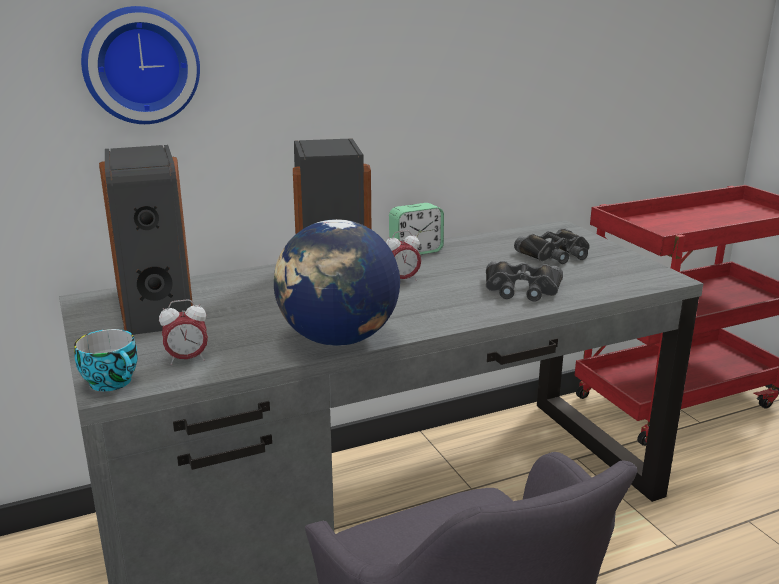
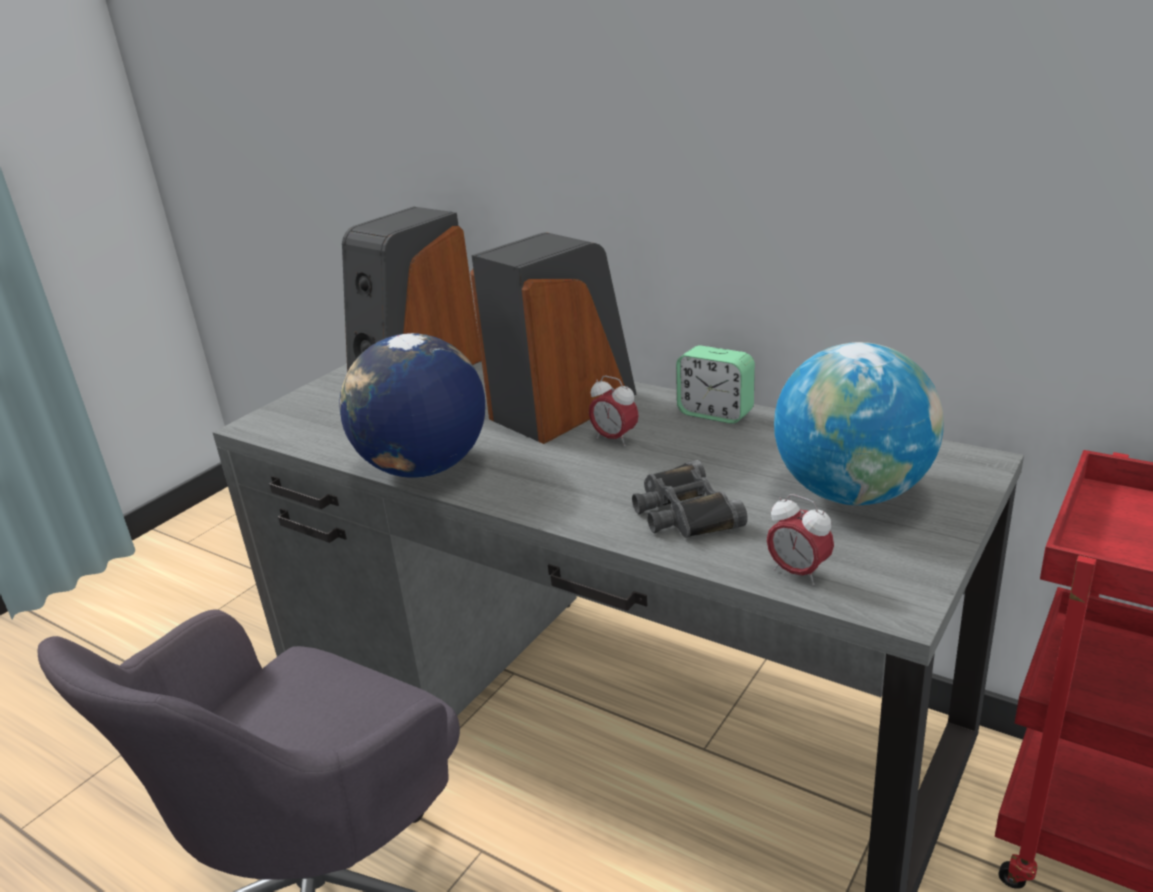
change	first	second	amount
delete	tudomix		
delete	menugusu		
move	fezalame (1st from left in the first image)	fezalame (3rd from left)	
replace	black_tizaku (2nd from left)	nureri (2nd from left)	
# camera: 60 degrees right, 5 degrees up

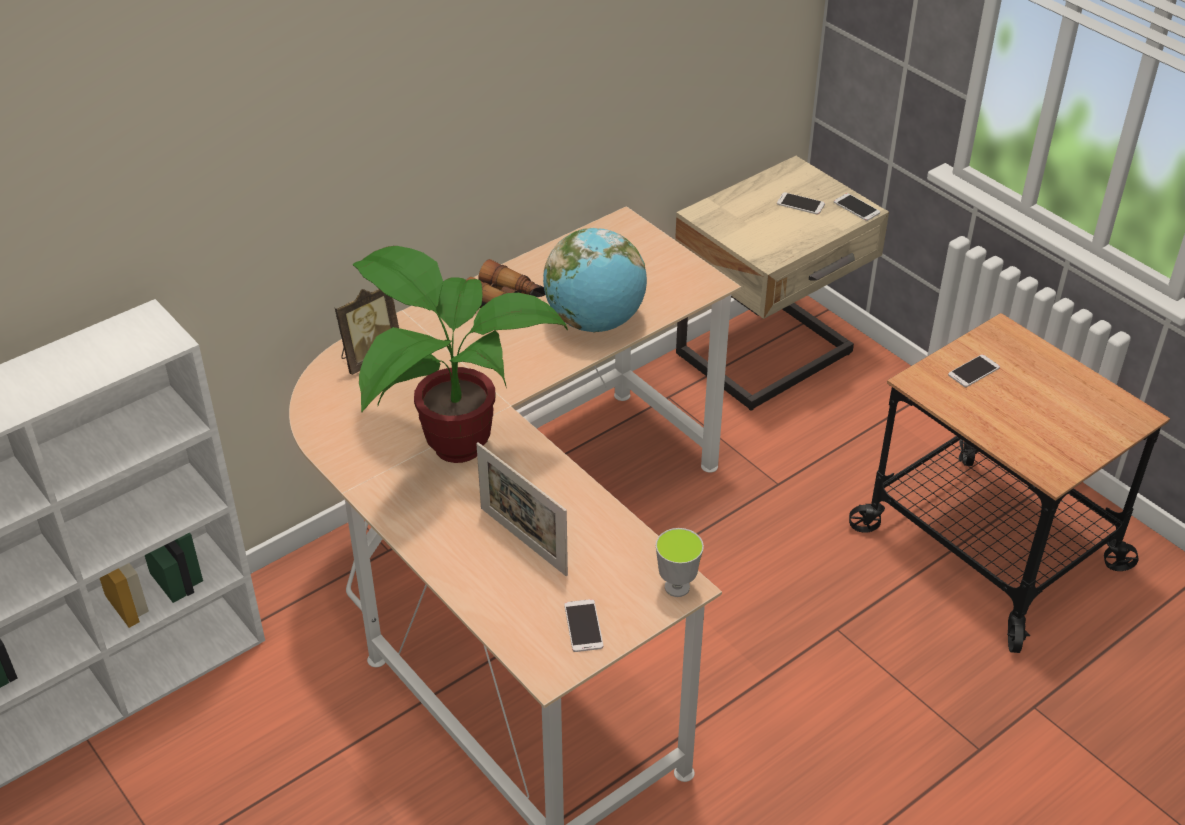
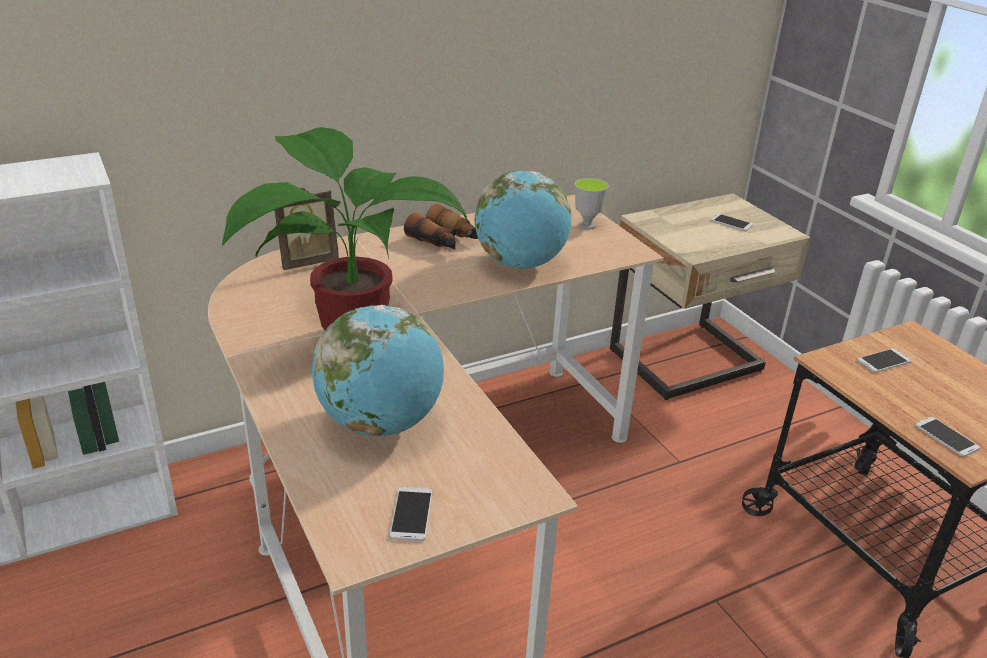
change	first	second	amount
move	tudomix		
move	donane (3rd from left in the first image)	donane (4th from left)	
replace	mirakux (2nd from left)	nureri (1st from left)	
# camera: 10 degrees right, 10 degrees down

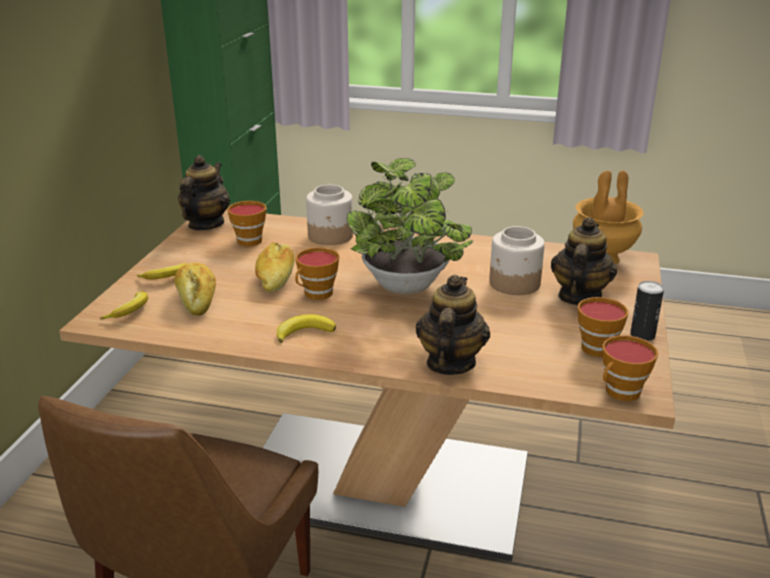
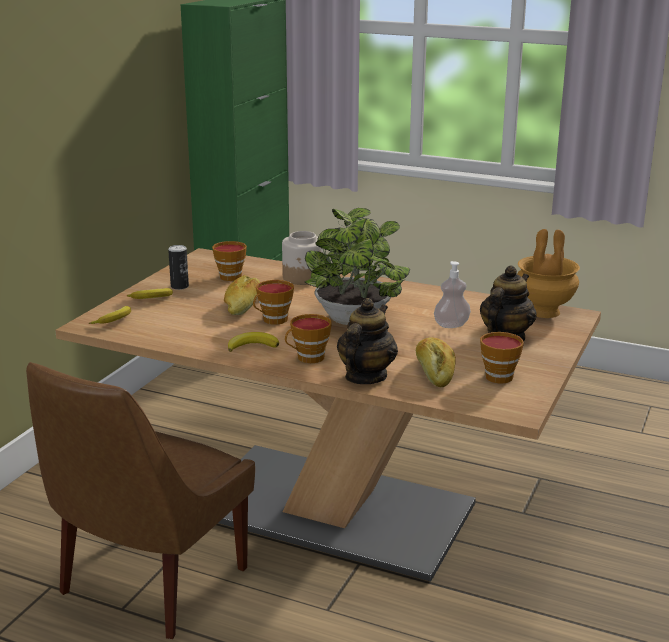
change	first	second	amount
delete	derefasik (1st from left)		
move	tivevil (1st from left in the first image)	tivevil (2nd from left)	
move	tudomix (4th from left in the first image)	tudomix (3rd from left)	
move	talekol		
replace	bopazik (2nd from left)	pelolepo	
# camera: 10 degrees right, 5 degrees down

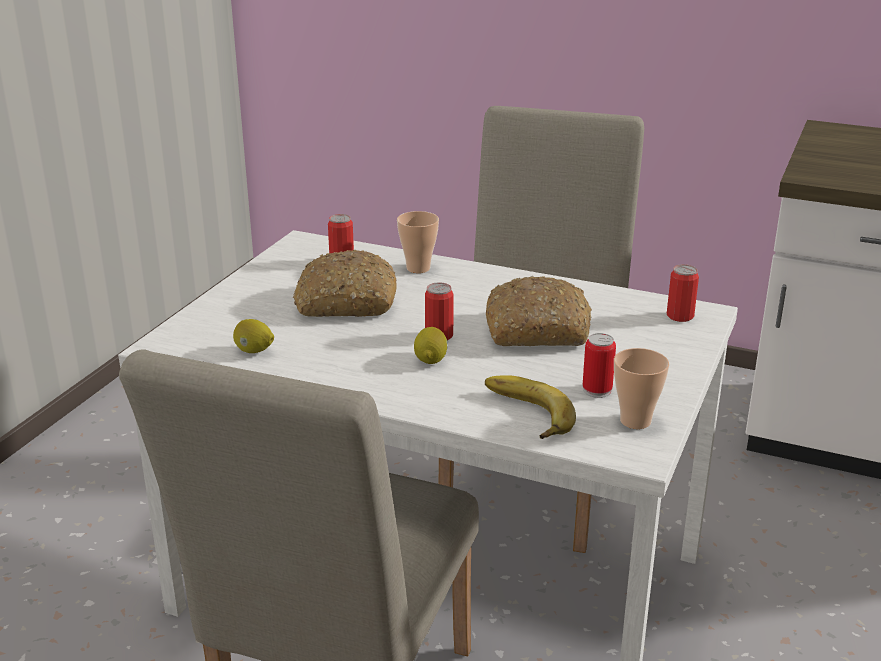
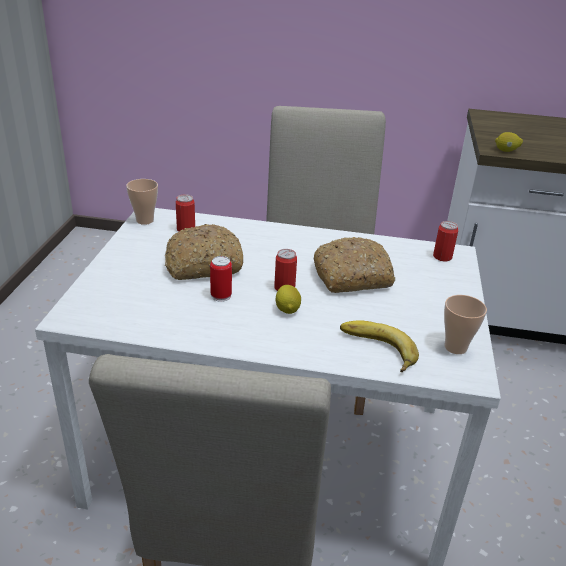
change	first	second	amount
move	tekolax (1st from left in the first image)	tekolax (2nd from left)	
move	tudomix (1st from left)		
move	talekol (3rd from left in the first image)	talekol (2nd from left)	
# camera: 15 degrees left, 5 degrees up

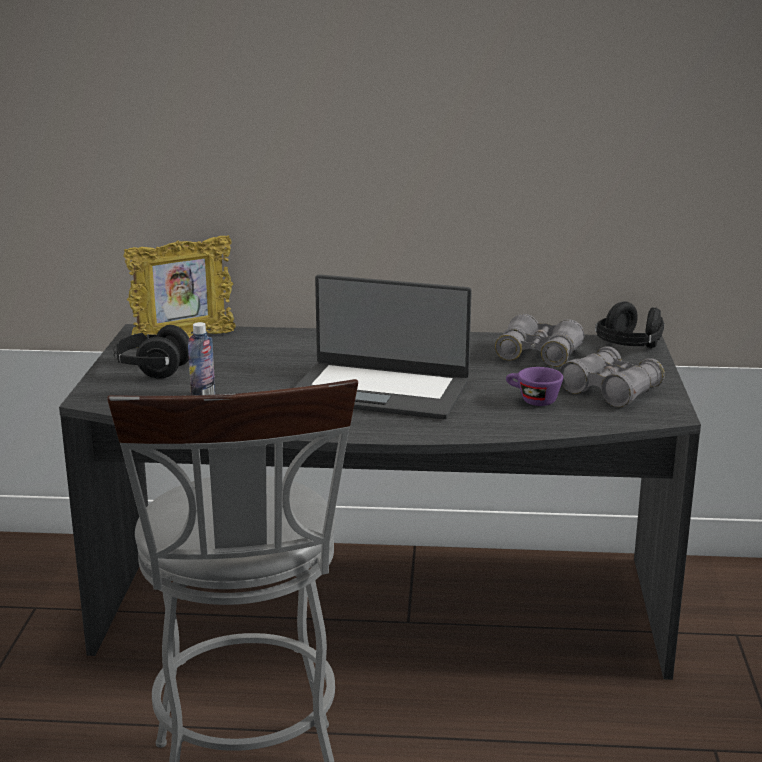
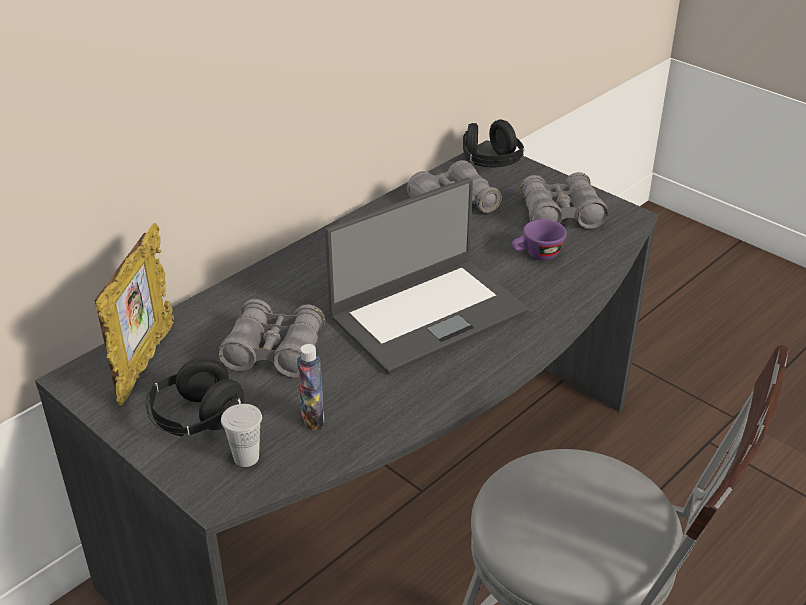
change	first	second	amount
insert		grey_tizaku (1st from left)	
insert		white_tudomix	
# camera: 50 degrees left, 15 degrees up

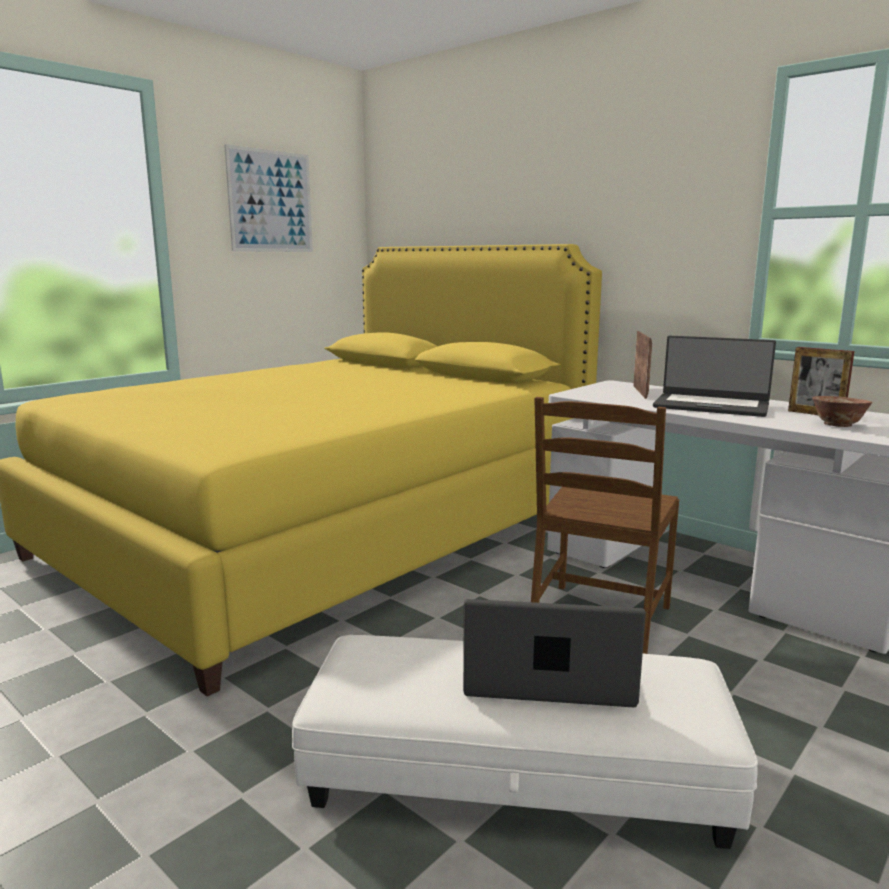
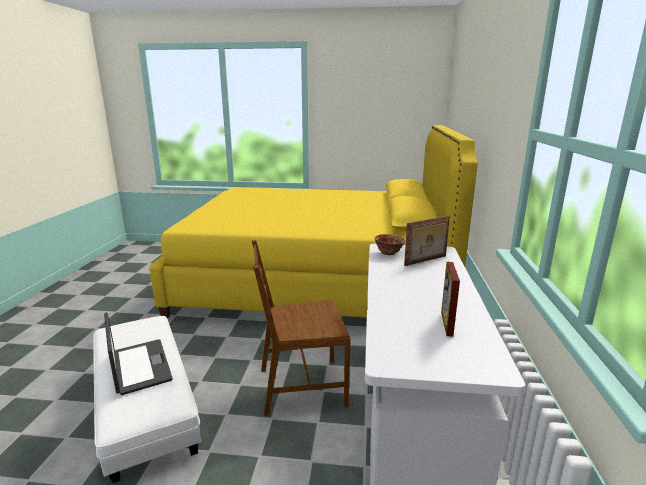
change	first	second	amount
delete	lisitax		
delete	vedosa (2nd from left)		
move	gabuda		
# camera: 55 degrees right, 5 degrees up

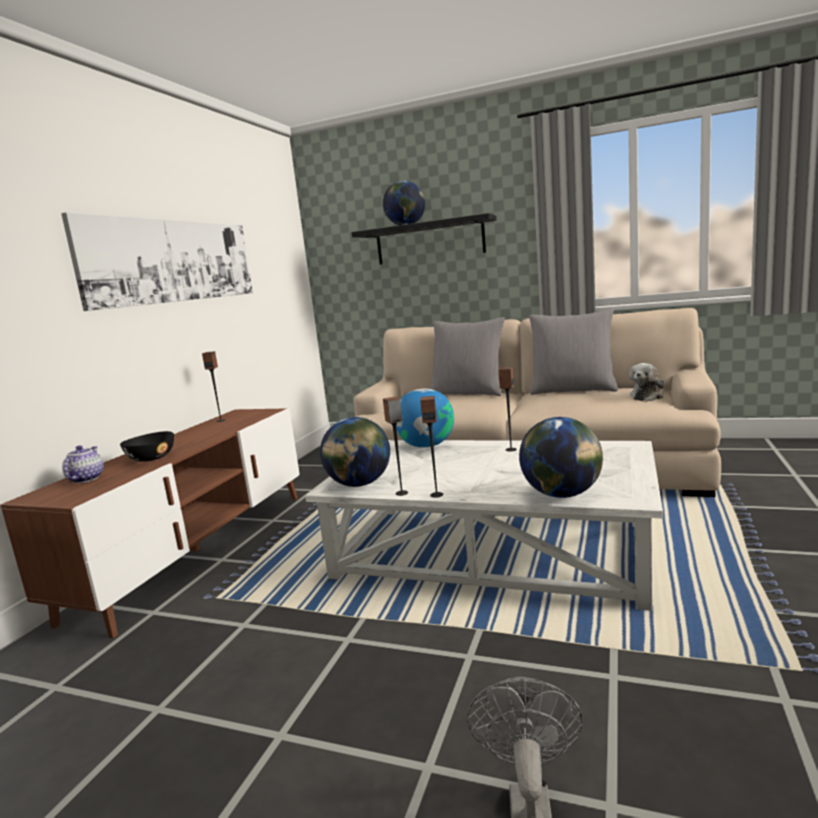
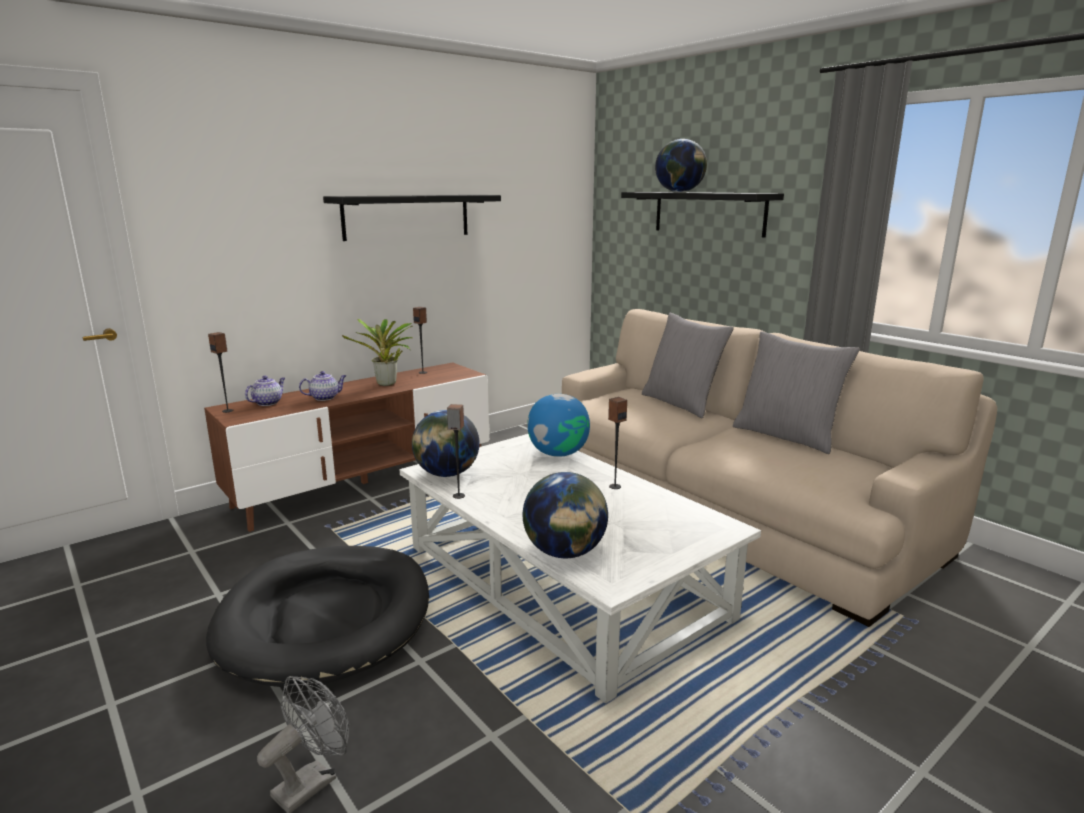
change	first	second	amount
delete	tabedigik		
insert		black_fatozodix	
insert		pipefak	
move	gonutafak (3rd from left in the first image)	gonutafak (1st from left)	
replace	lisitax	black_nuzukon (1st from left)	
replace	black_gabuda	derefasik (2nd from left)	
# camera: 30 degrees right, 5 degrees up

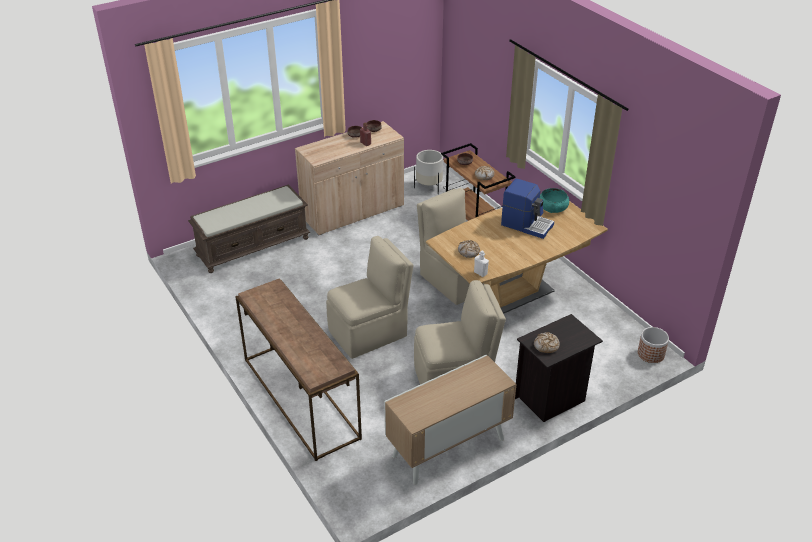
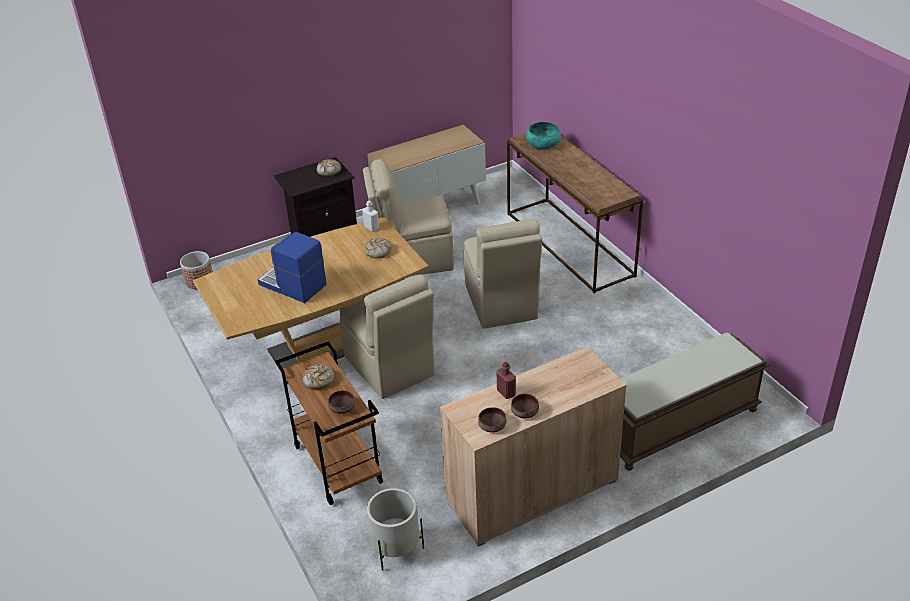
change	first	second	amount
move	turquoise_gabuda		
rotate	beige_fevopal (1st from left in the first image)	beige_fevopal (3rd from left)	75 degrees counterclockwise
# camera: 175 degrees left, 0 degrees up

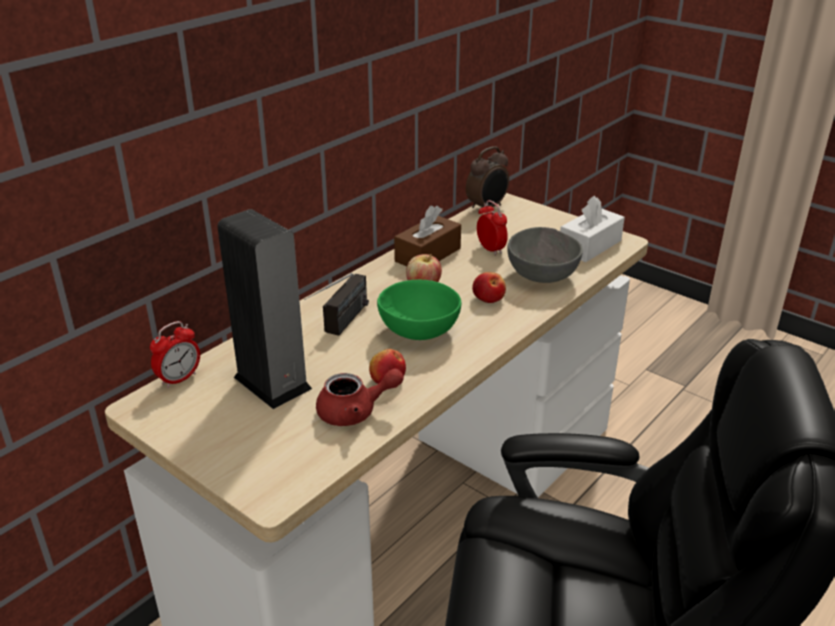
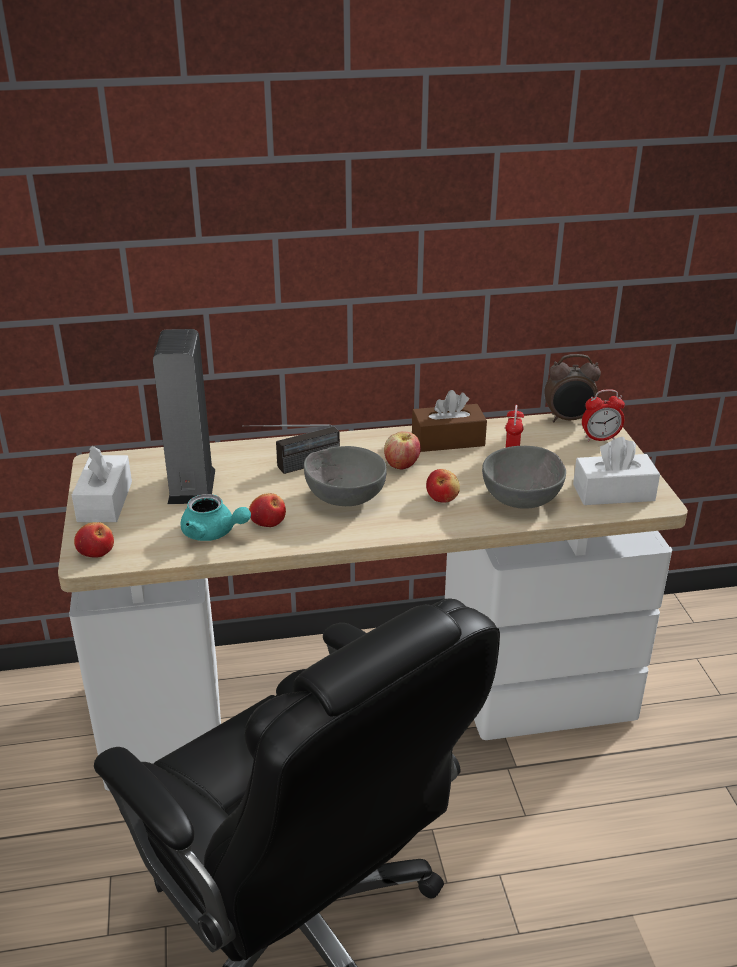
change	first	second	amount
insert		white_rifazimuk (1st from left)	
insert		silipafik (1st from left)	
move	fezalame (1st from left in the first image)	fezalame (3rd from left)	
recolor	red_derefasik	turquoise_derefasik	
recolor	green_gabuda	grey_gabuda (1st from left)	
# camera: 40 degrees right, 0 degrees up

